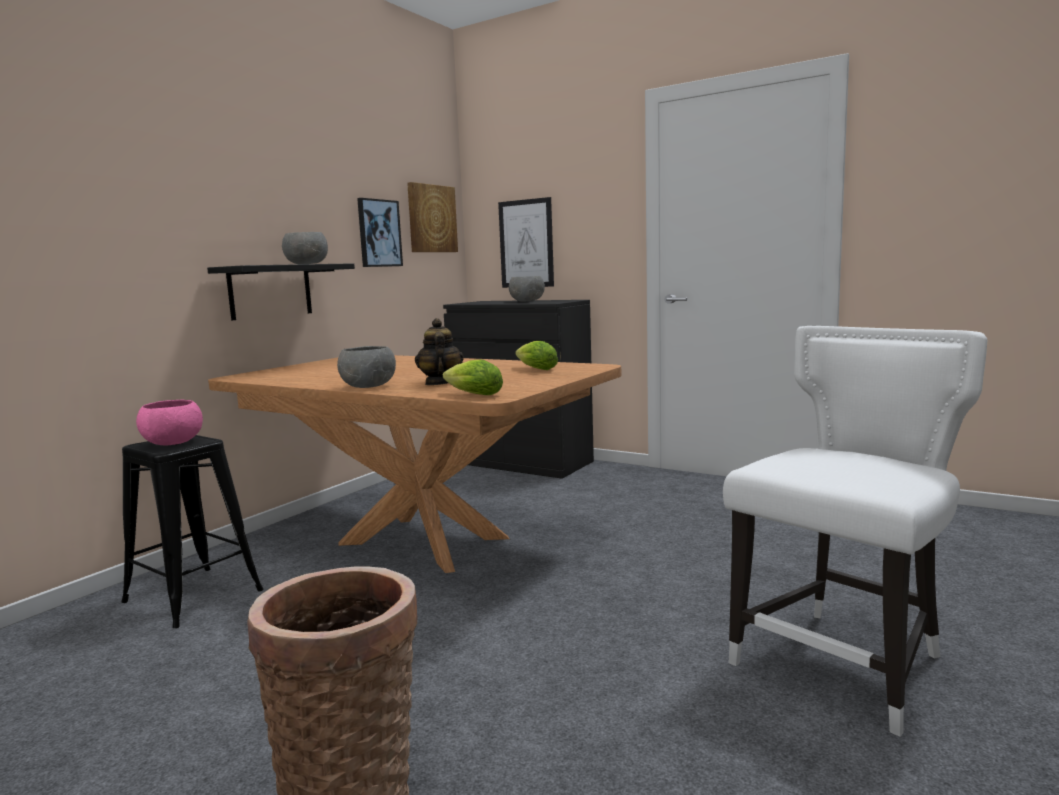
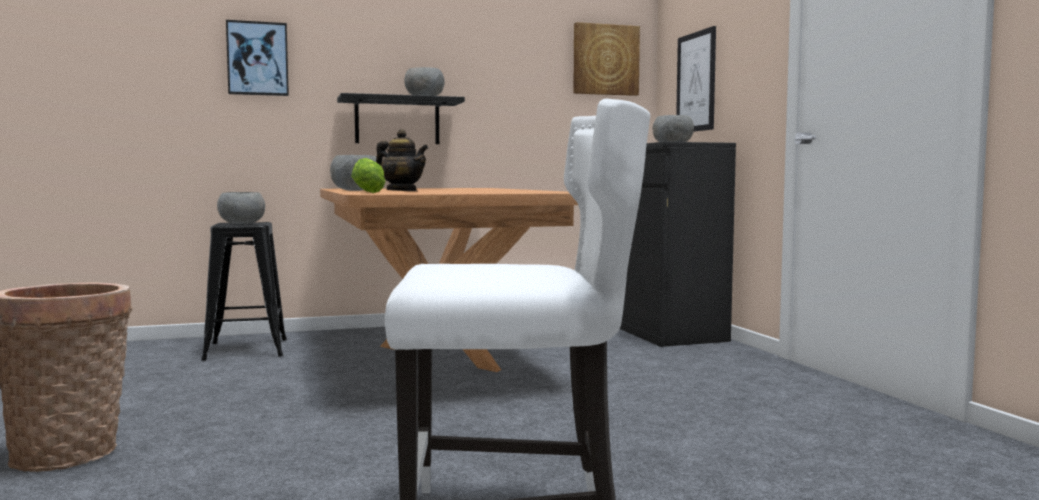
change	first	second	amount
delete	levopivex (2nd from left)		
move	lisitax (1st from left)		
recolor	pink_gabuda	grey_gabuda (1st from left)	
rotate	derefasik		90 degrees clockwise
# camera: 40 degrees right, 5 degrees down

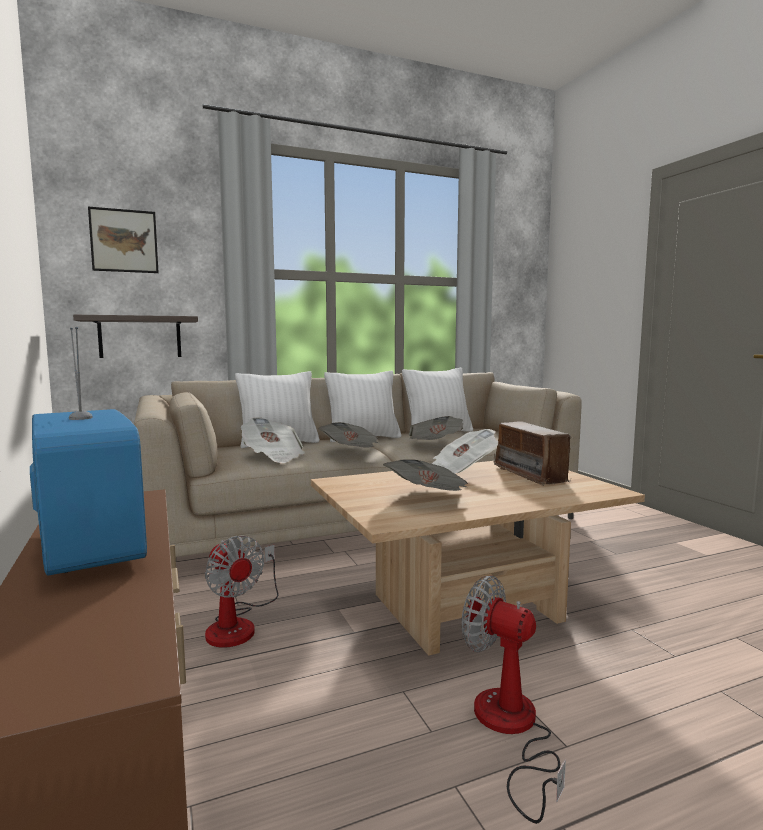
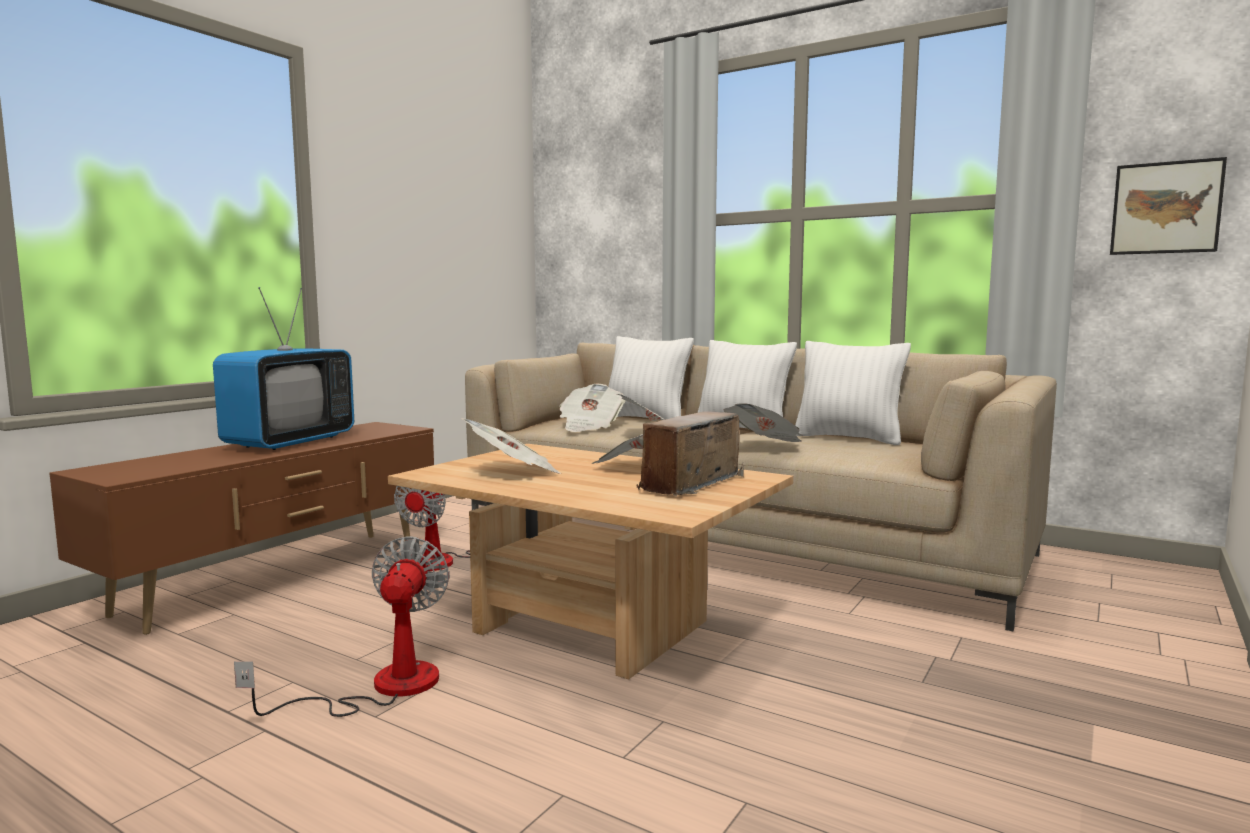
change	first	second	amount
delete	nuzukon		
move	lisitax		
# camera: 55 degrees right, 0 degrees up

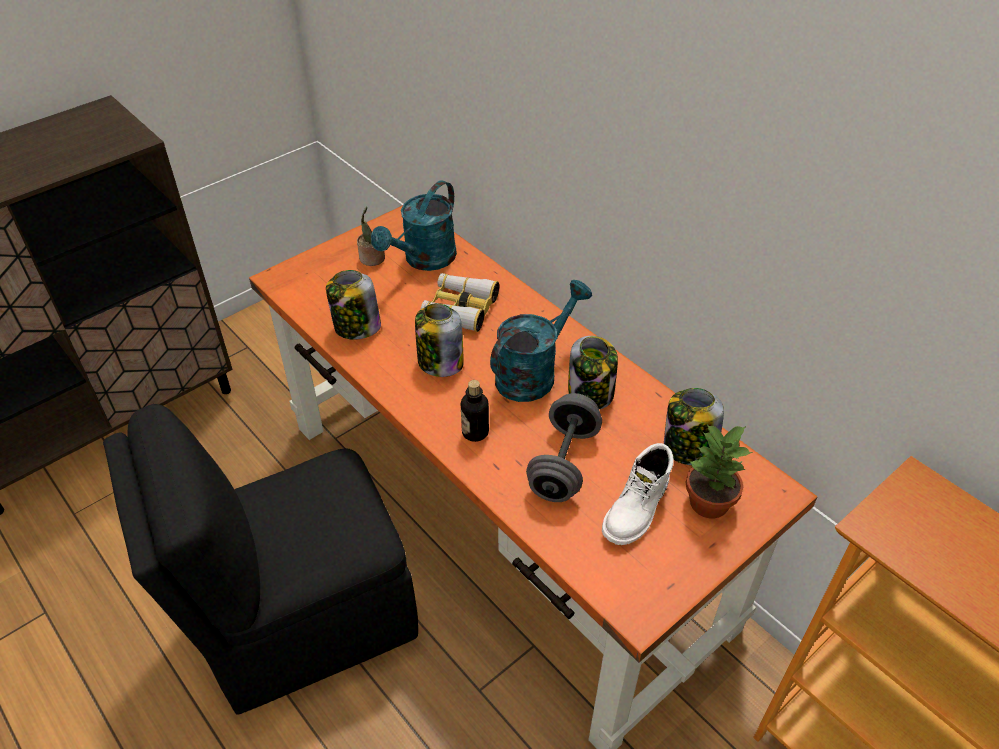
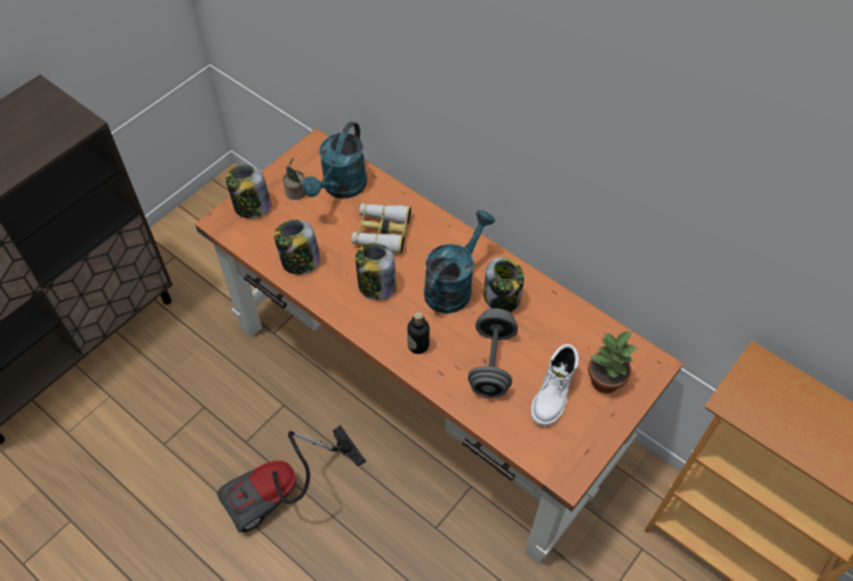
change	first	second	amount
move	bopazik (4th from left in the first image)	bopazik (1st from left)	
replace	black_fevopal	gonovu	
# camera: 10 degrees left, 10 degrees up

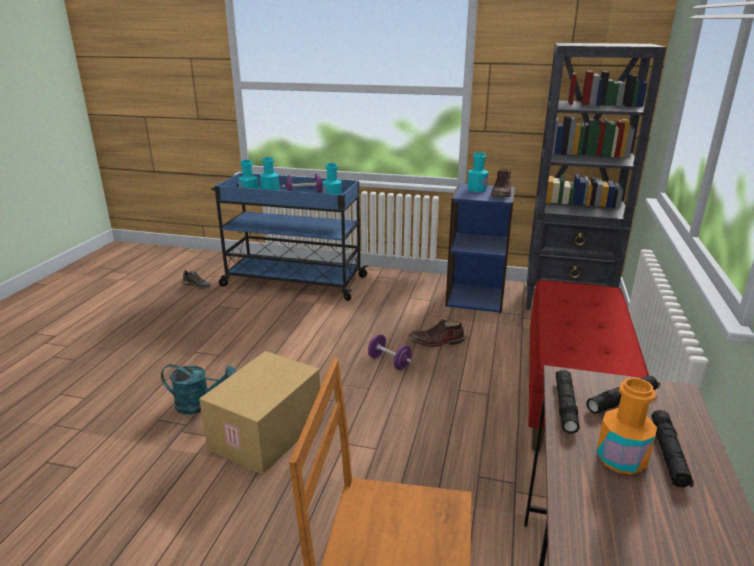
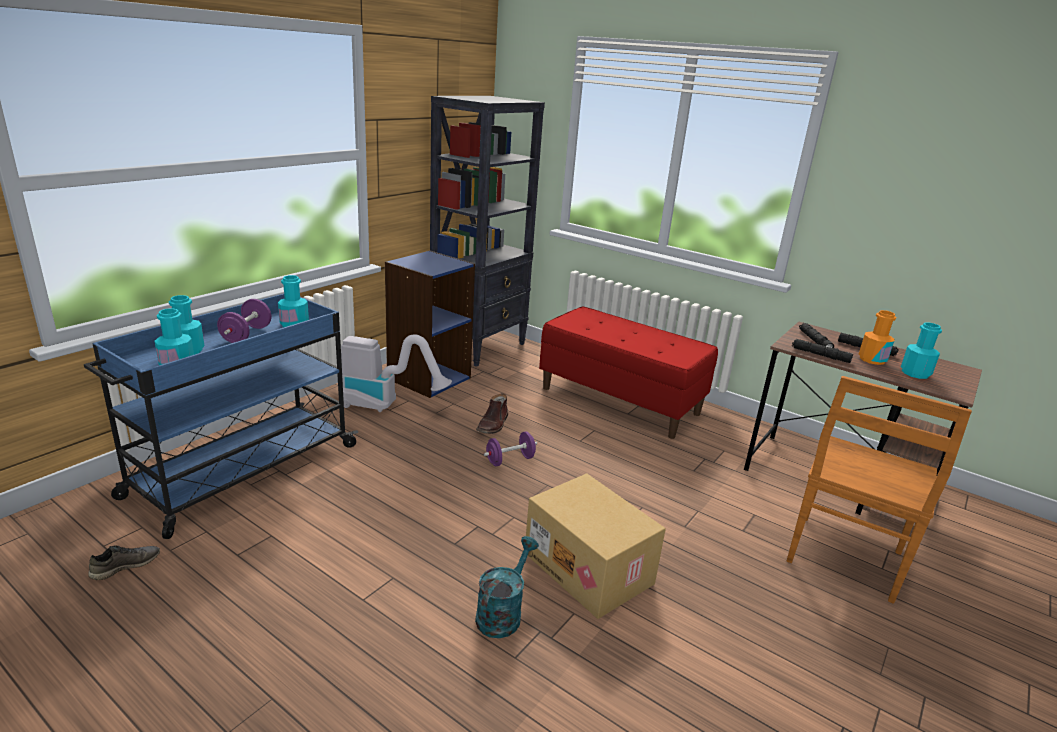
change	first	second	amount
delete	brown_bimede (2nd from left)		
insert		gonovu	
move	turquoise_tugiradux (4th from left)		
# camera: 70 degrees left, 0 degrees up

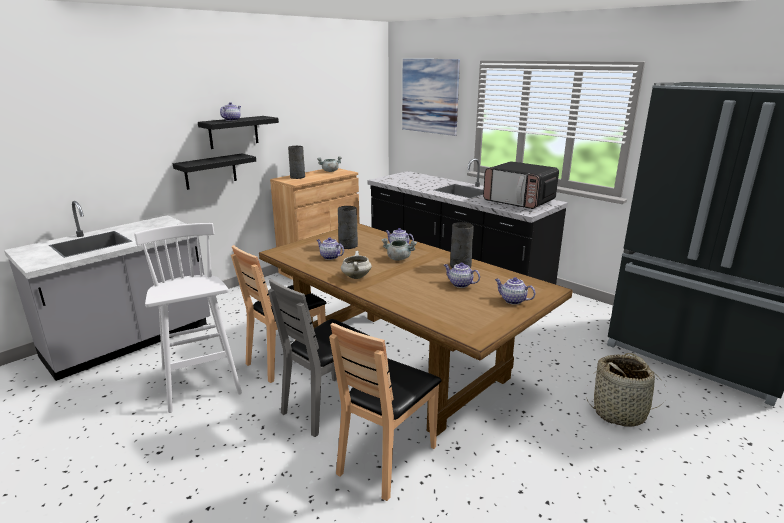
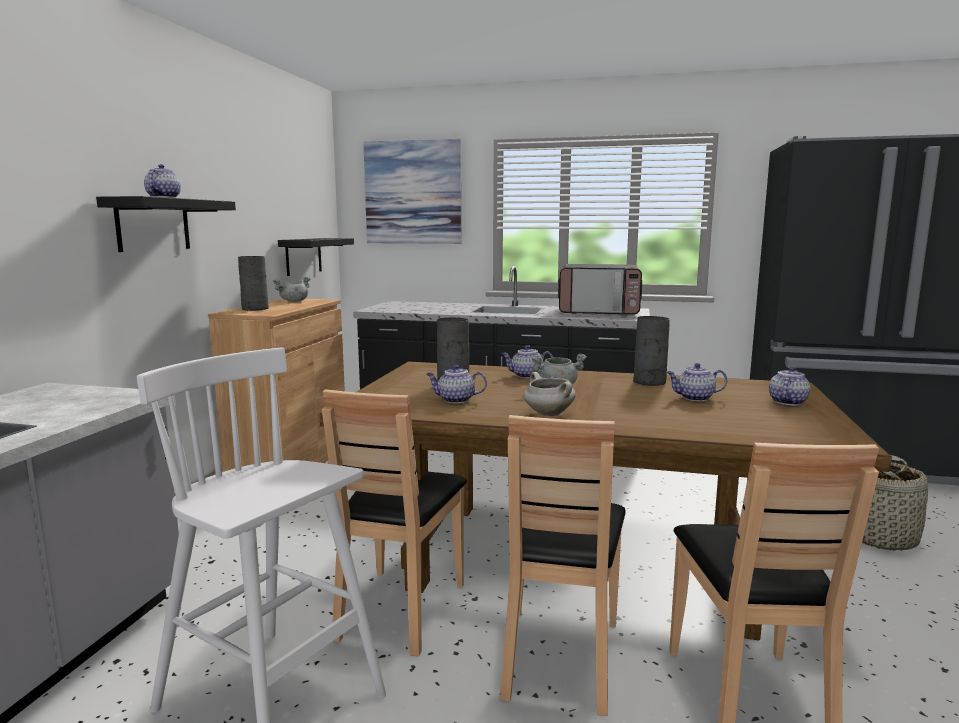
change	first	second	amount
move	black_nuzukon (1st from left in the first image)	black_nuzukon (2nd from left)	
recolor	grey_fevopal	brown_fevopal (2nd from left)	
rotate	derefasik (5th from left)		120 degrees clockwise
# camera: 30 degrees left, 10 degrees down

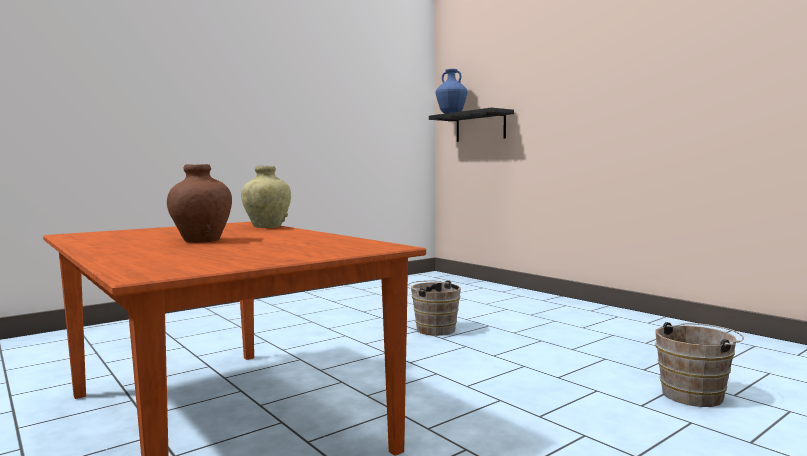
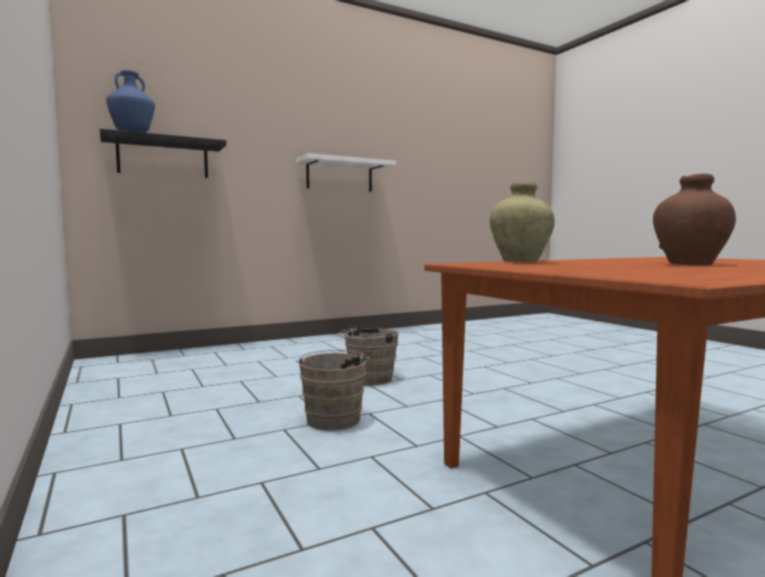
change	first	second	amount
insert		white_nuzukon	
move	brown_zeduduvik (2nd from left in the first image)	brown_zeduduvik (1st from left)	
# camera: 80 degrees left, 0 degrees up

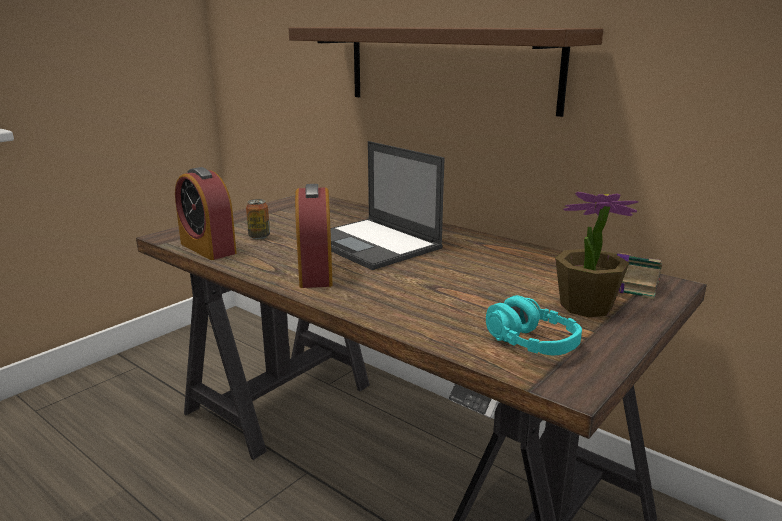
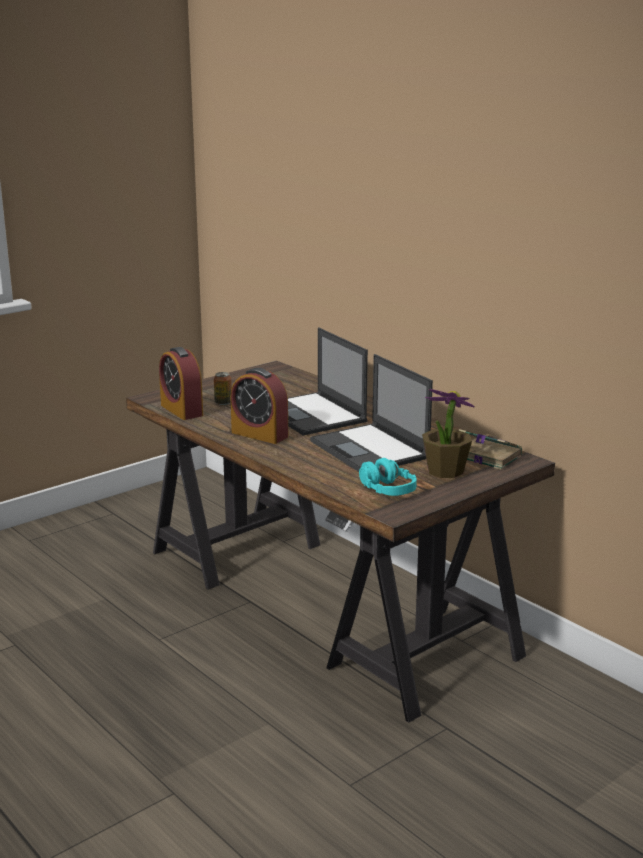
change	first	second	amount
delete	brown_nuzukon		
insert		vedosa (2nd from left)	
rotate	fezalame (2nd from left)		60 degrees counterclockwise
# camera: 10 degrees right, 0 degrees up

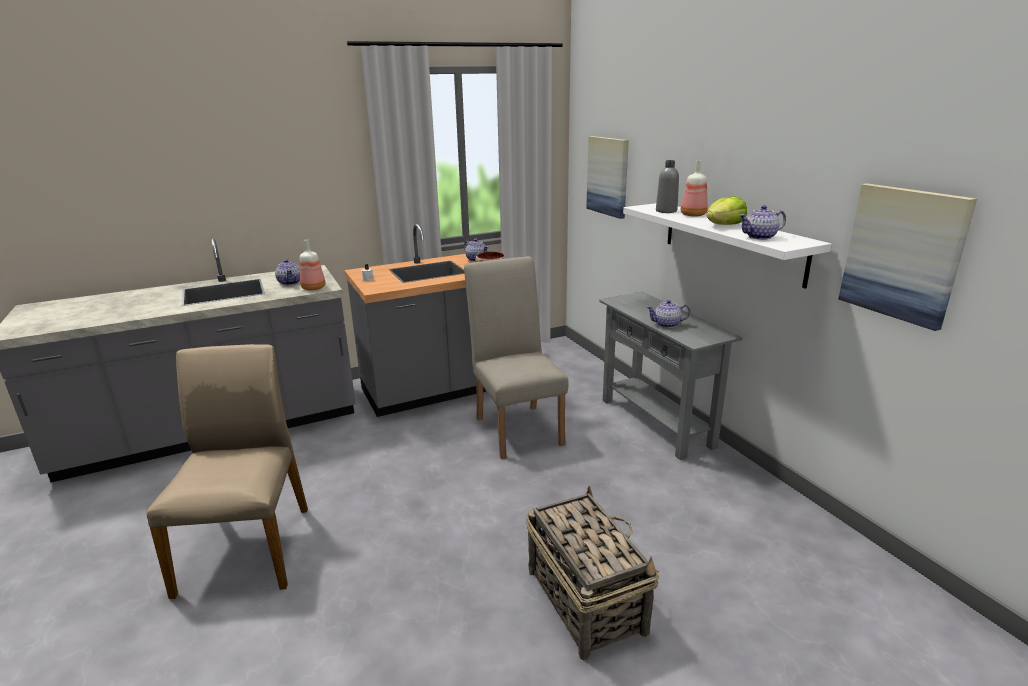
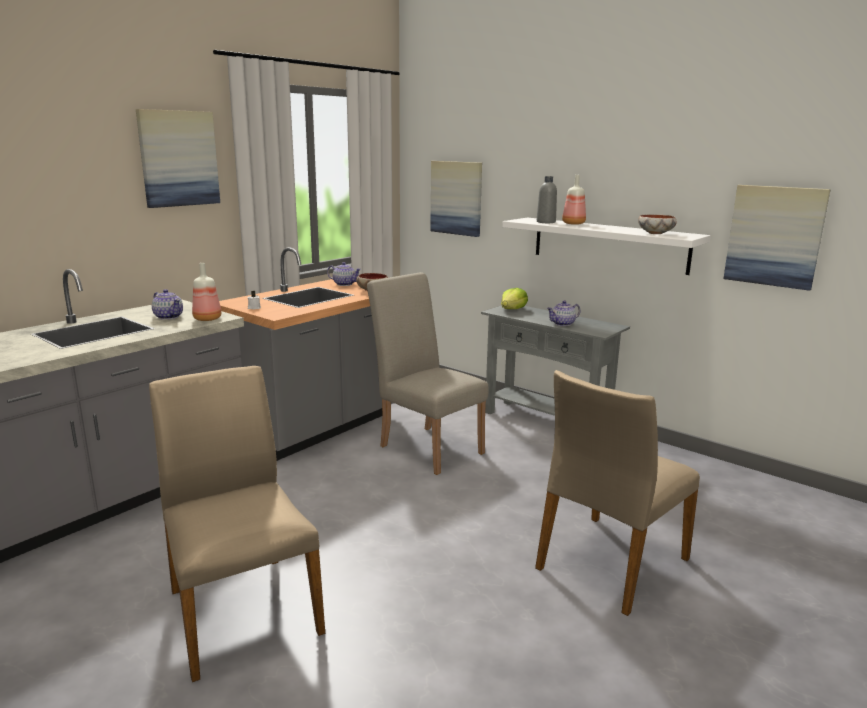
change	first	second	amount
insert		lisitax (1st from left)	
move	levopivex		
replace	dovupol	beige_fevopal (3rd from left)	
replace	derefasik (4th from left)	gabuda (2nd from left)	
# camera: 25 degrees left, 5 degrees down

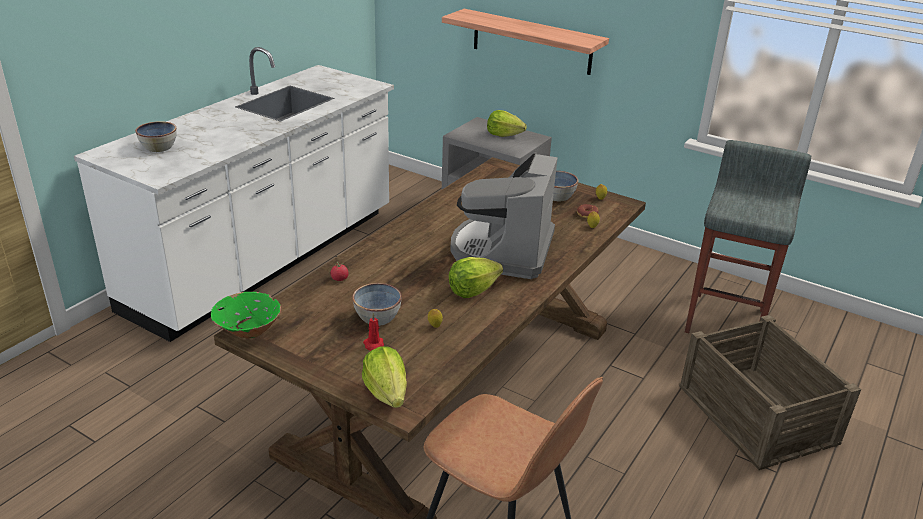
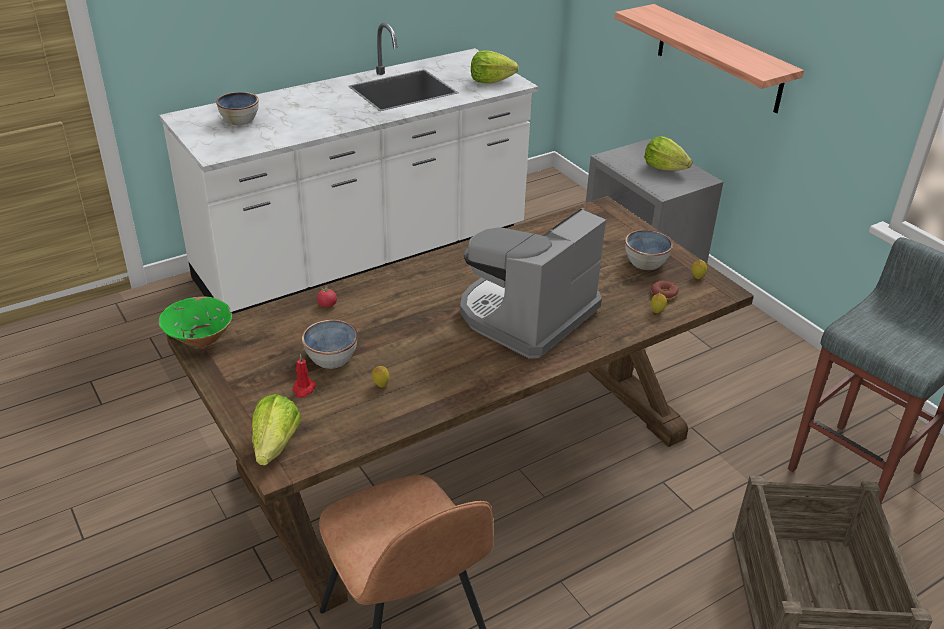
change	first	second	amount
move	levopivex (2nd from left)		
# camera: 25 degrees right, 5 degrees up

